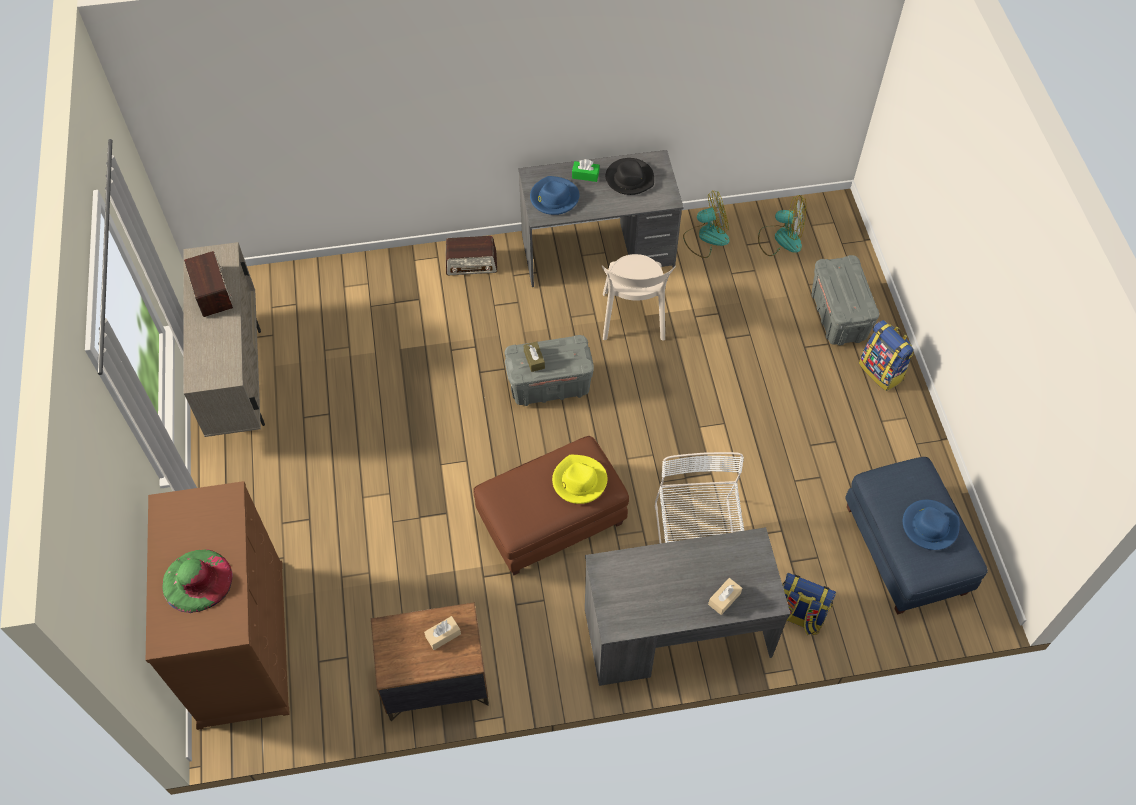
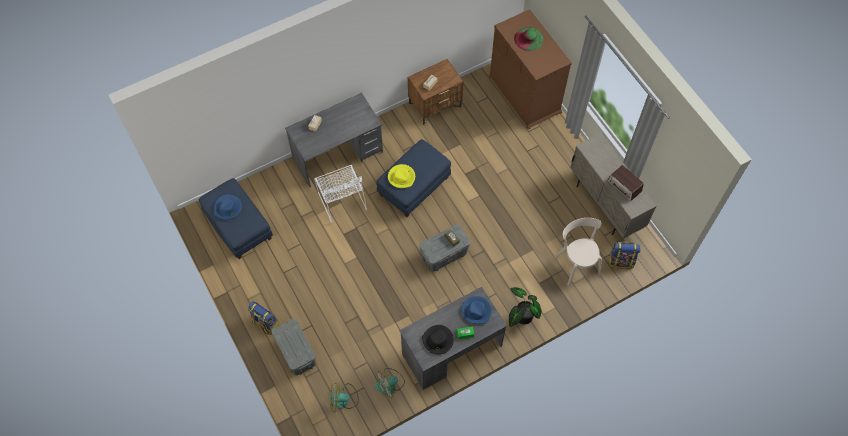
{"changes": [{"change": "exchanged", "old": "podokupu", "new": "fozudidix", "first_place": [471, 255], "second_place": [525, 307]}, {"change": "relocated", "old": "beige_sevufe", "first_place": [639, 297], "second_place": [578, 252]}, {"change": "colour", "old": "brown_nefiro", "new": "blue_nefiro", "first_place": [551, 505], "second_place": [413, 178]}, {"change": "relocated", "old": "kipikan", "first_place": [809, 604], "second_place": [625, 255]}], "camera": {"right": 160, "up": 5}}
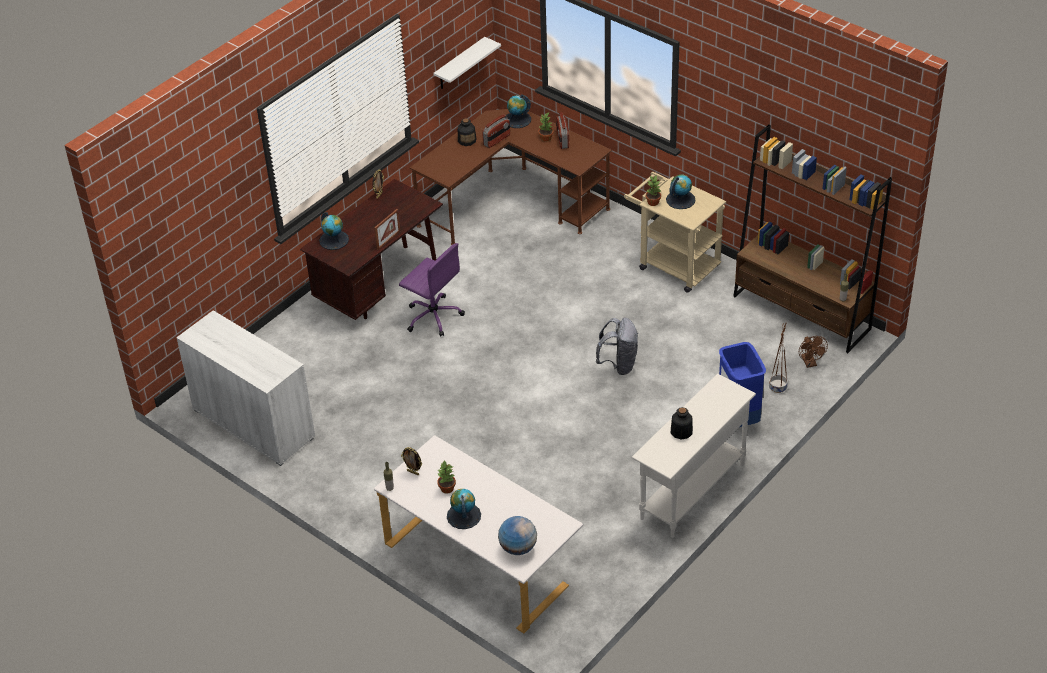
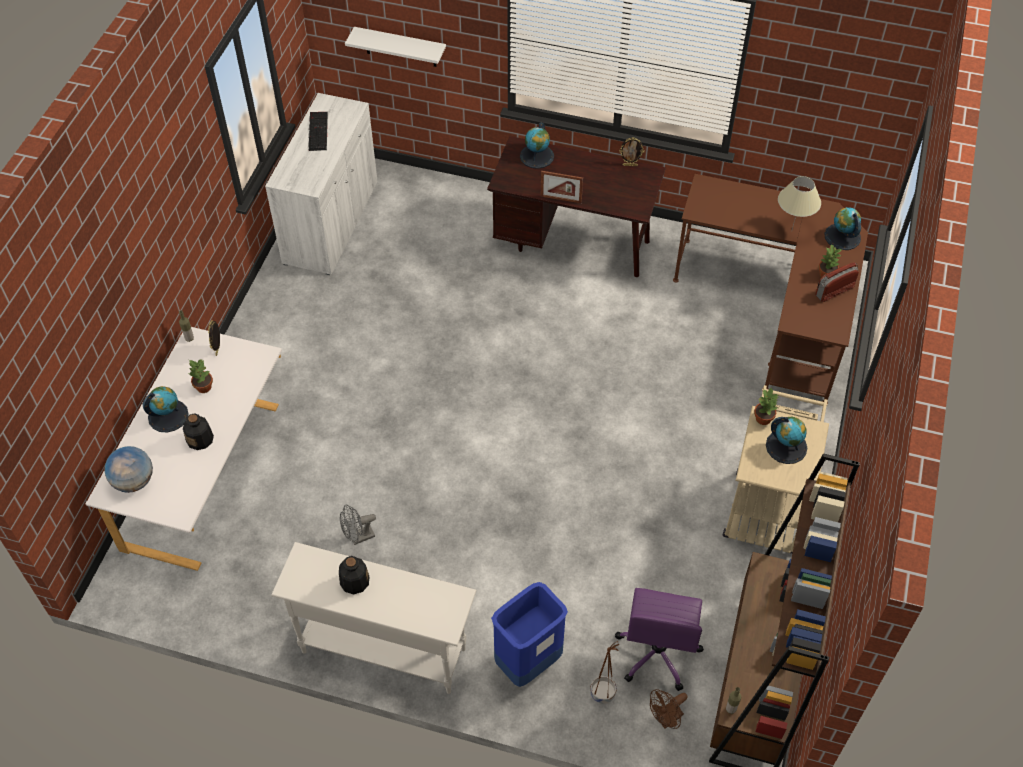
{"changes": [{"change": "relocated", "old": "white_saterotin", "first_place": [467, 63], "second_place": [395, 47]}, {"change": "exchanged", "old": "podokupu", "new": "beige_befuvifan", "first_place": [496, 131], "second_place": [799, 204]}, {"change": "relocated", "old": "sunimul", "first_place": [467, 132], "second_place": [198, 431]}, {"change": "relocated", "old": "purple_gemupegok", "first_place": [432, 290], "second_place": [659, 639]}, {"change": "missing", "old": "grey_kipikan", "first_place": [617, 346]}, {"change": "appeared", "new": "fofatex", "second_place": [318, 131]}, {"change": "appeared", "new": "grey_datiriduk", "second_place": [358, 525]}], "camera": {"right": 65, "up": 10}}
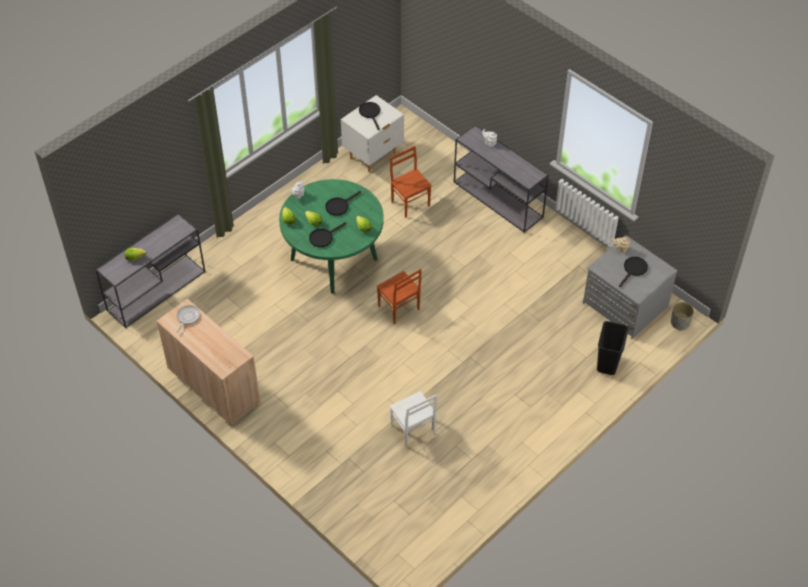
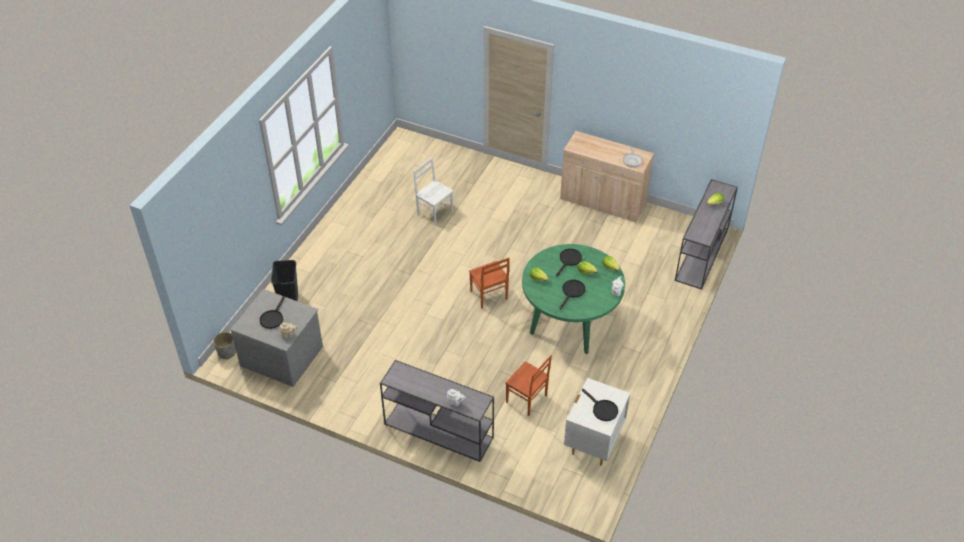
{"changes": [{"change": "spun", "old": "brown_sevufe", "first_place": [399, 296], "second_place": [489, 283], "degrees": -150}], "camera": {"right": 160, "up": -5}}
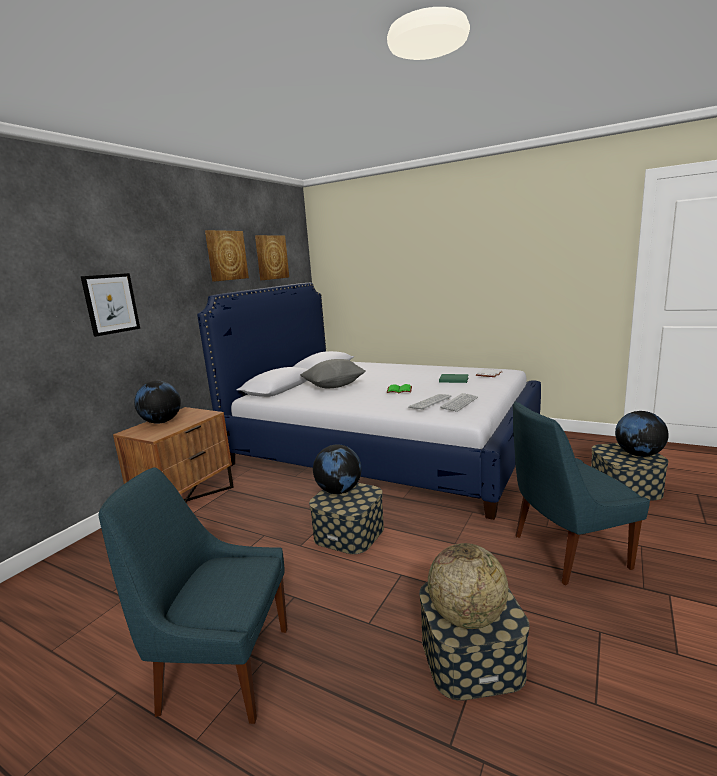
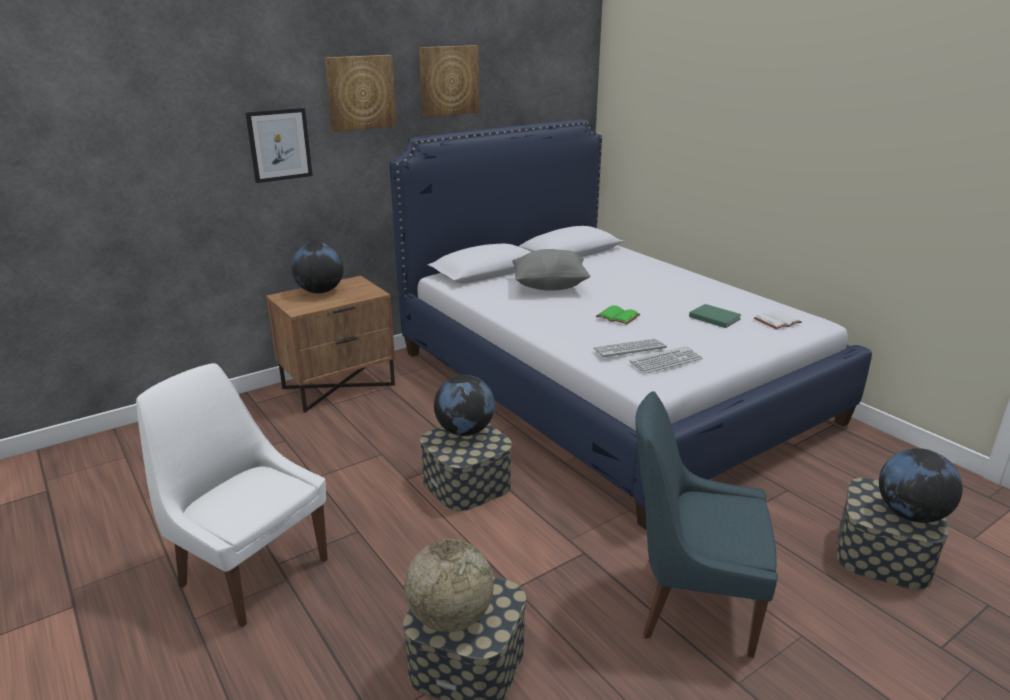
{"changes": [{"change": "relocated", "old": "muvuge", "first_place": [272, 257], "second_place": [361, 93]}, {"change": "colour", "old": "blue_sevufe", "new": "white_sevufe", "first_place": [193, 595], "second_place": [232, 495]}], "camera": {"right": 25, "up": 10}}
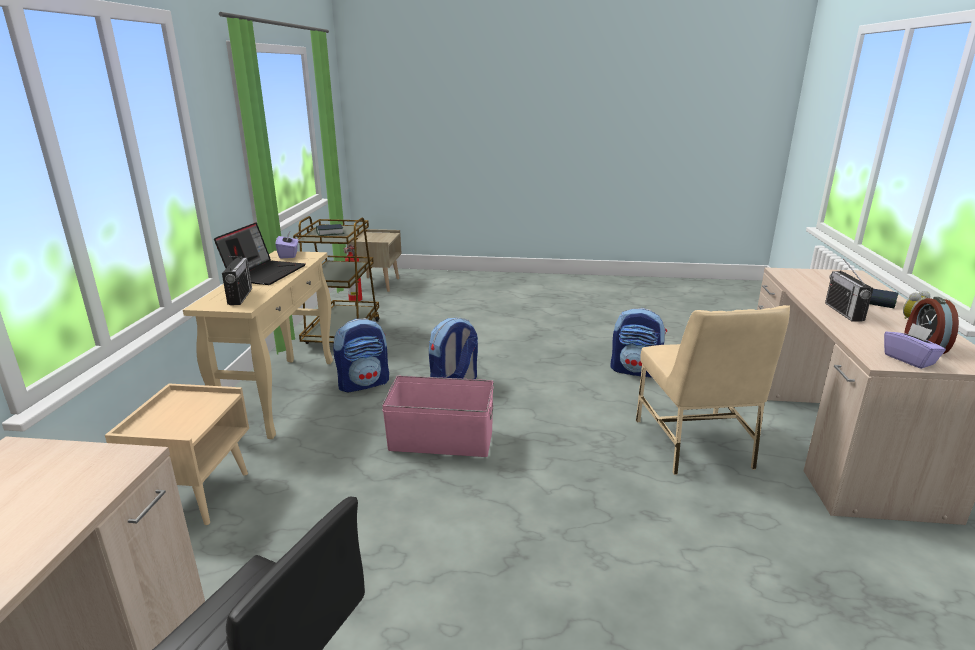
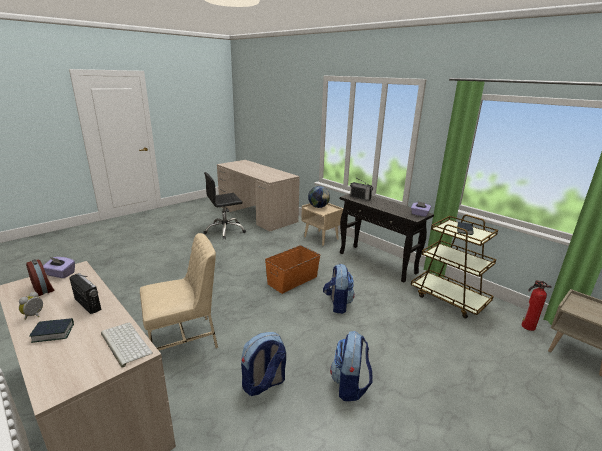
{"changes": [{"change": "missing", "old": "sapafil", "first_place": [259, 253]}, {"change": "colour", "old": "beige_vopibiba", "new": "black_vopibiba", "first_place": [258, 345], "second_place": [387, 238]}, {"change": "spun", "old": "beige_sevufe", "first_place": [713, 390], "second_place": [179, 292], "degrees": 120}, {"change": "relocated", "old": "kipikan", "first_place": [361, 355], "second_place": [351, 366]}, {"change": "colour", "old": "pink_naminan", "new": "orange_naminan", "first_place": [438, 416], "second_place": [292, 269]}, {"change": "appeared", "new": "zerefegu", "second_place": [319, 197]}, {"change": "appeared", "new": "fofatex", "second_place": [127, 345]}], "camera": {"right": 130, "up": 0}}
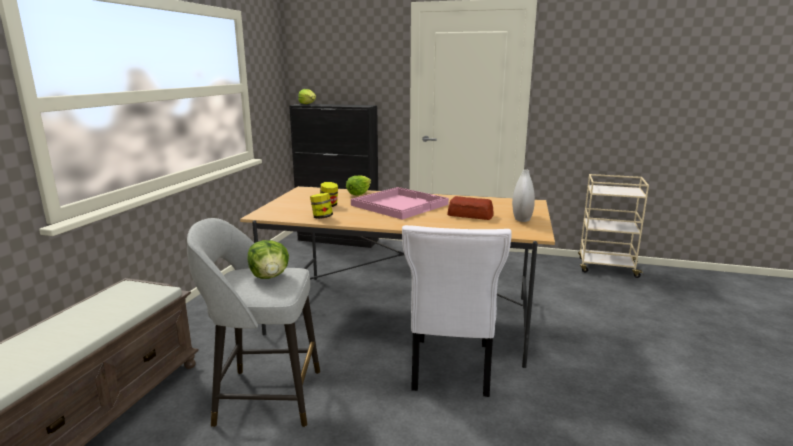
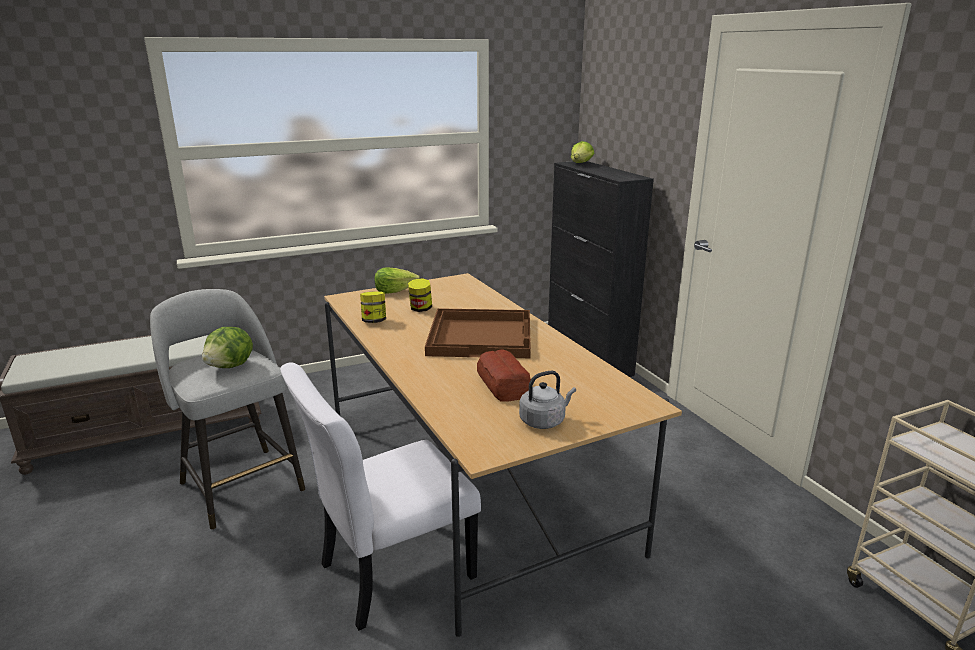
{"changes": [{"change": "exchanged", "old": "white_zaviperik", "new": "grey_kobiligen", "first_place": [523, 195], "second_place": [547, 400]}, {"change": "relocated", "old": "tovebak", "first_place": [358, 185], "second_place": [397, 280]}, {"change": "colour", "old": "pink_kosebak", "new": "brown_kosebak", "first_place": [400, 203], "second_place": [478, 333]}], "camera": {"right": 50, "up": 5}}
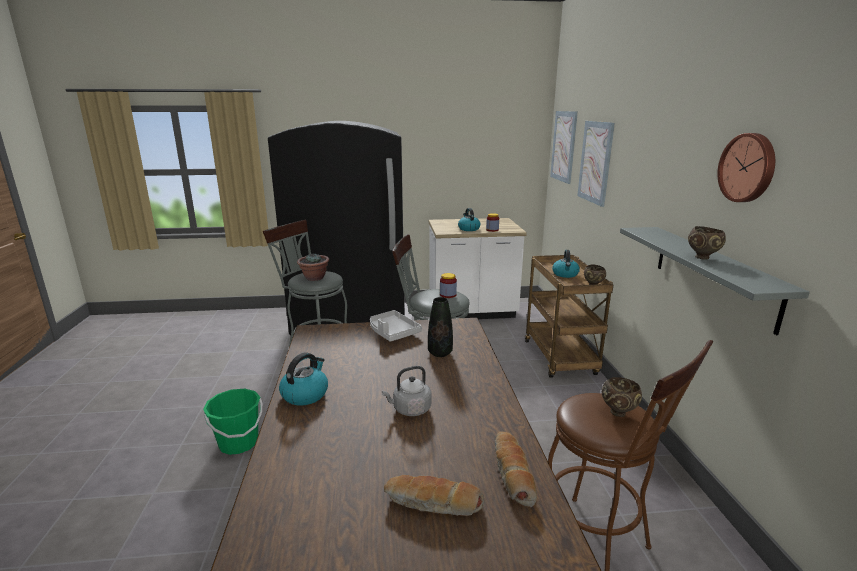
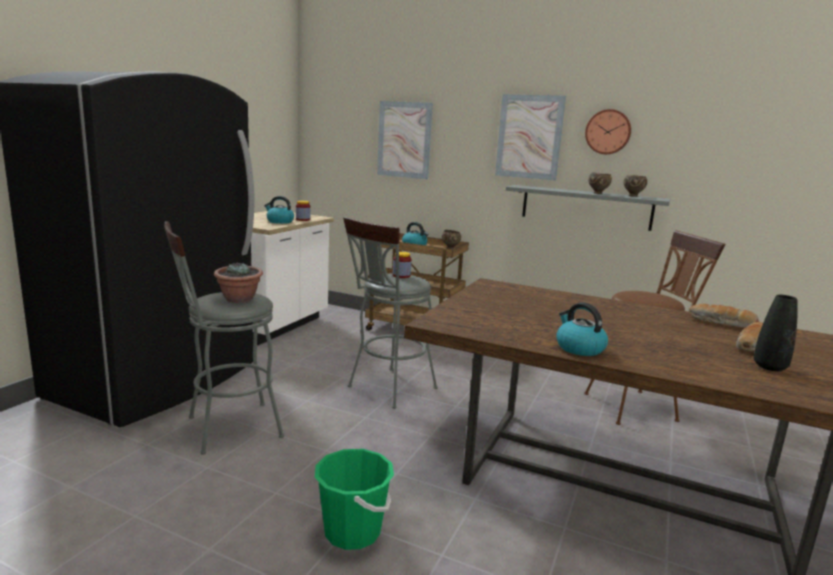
{"changes": [{"change": "relocated", "old": "muvuge", "first_place": [564, 147], "second_place": [530, 137]}, {"change": "relocated", "old": "black_zaviperik", "first_place": [440, 327], "second_place": [775, 333]}, {"change": "missing", "old": "grey_kosebak", "first_place": [396, 326]}, {"change": "missing", "old": "grey_kobiligen", "first_place": [407, 391]}, {"change": "relocated", "old": "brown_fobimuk", "first_place": [622, 397], "second_place": [635, 186]}], "camera": {"right": -60, "up": -5}}
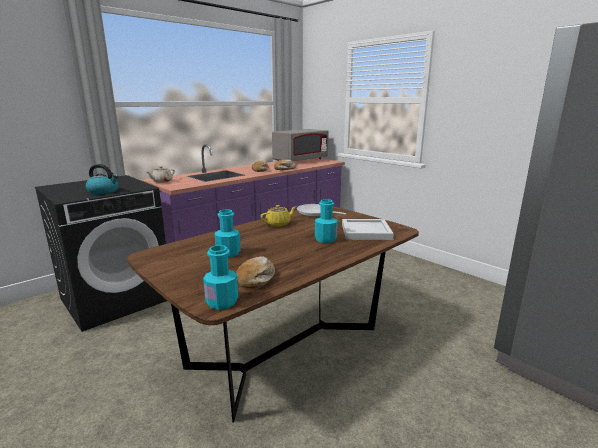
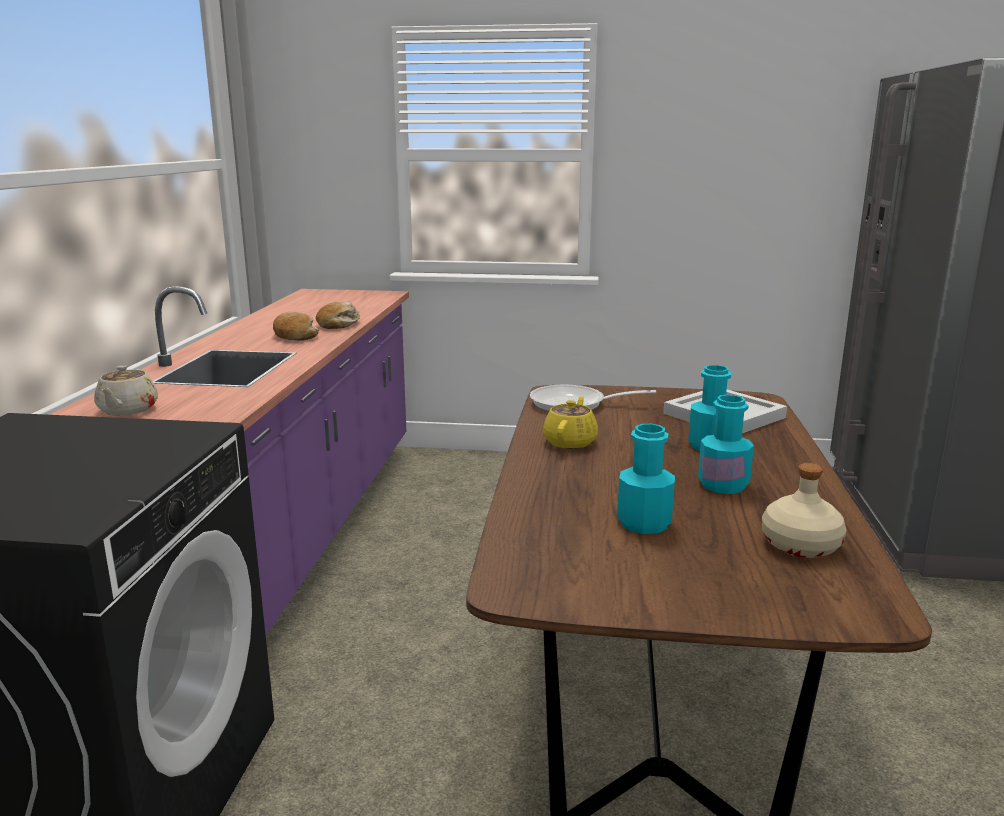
{"changes": [{"change": "missing", "old": "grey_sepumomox", "first_place": [300, 145]}, {"change": "missing", "old": "kobiligen", "first_place": [102, 179]}, {"change": "relocated", "old": "turquoise_sunimul", "first_place": [220, 277], "second_place": [726, 444]}, {"change": "exchanged", "old": "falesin", "new": "beige_sunimul", "first_place": [255, 272], "second_place": [804, 510]}], "camera": {"right": -40, "up": 0}}
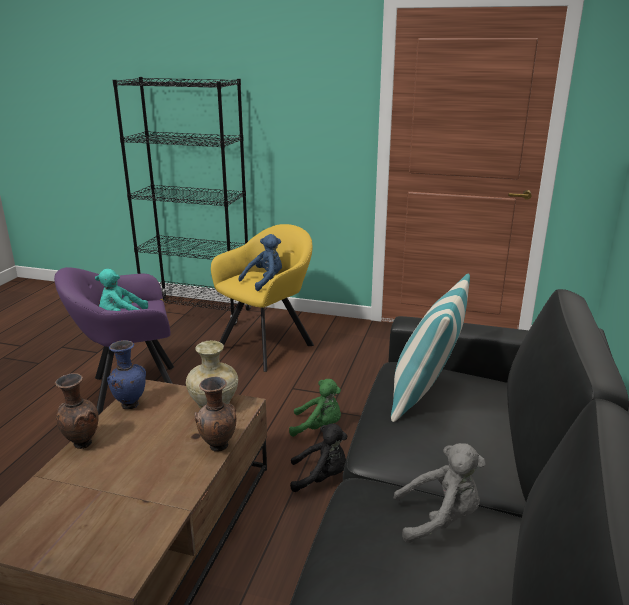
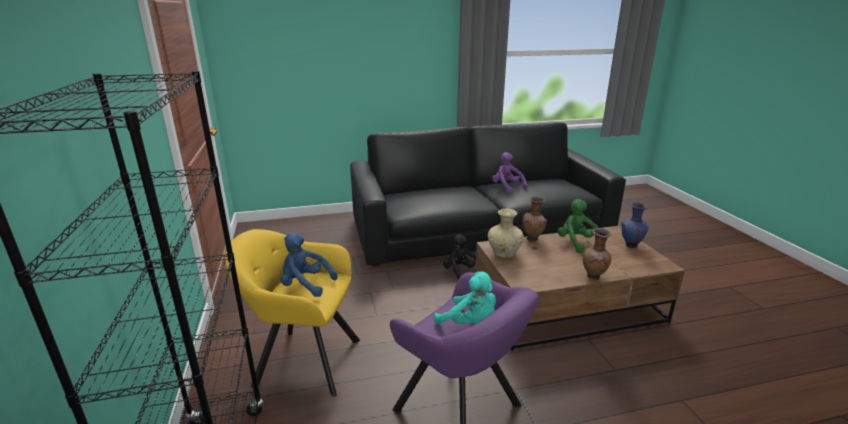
{"changes": [{"change": "missing", "old": "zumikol", "first_place": [430, 348]}, {"change": "relocated", "old": "blue_zaviperik", "first_place": [126, 374], "second_place": [635, 225]}, {"change": "relocated", "old": "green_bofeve", "first_place": [315, 408], "second_place": [578, 226]}, {"change": "colour", "old": "grey_bofeve", "new": "purple_bofeve", "first_place": [439, 493], "second_place": [510, 172]}], "camera": {"right": -120, "up": 0}}
